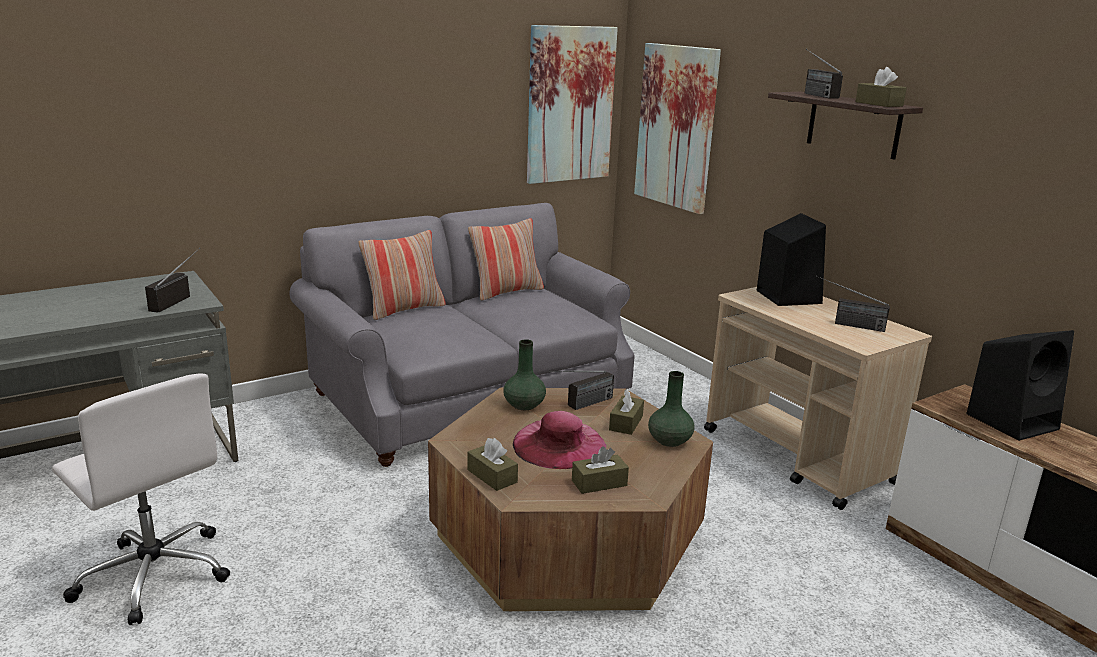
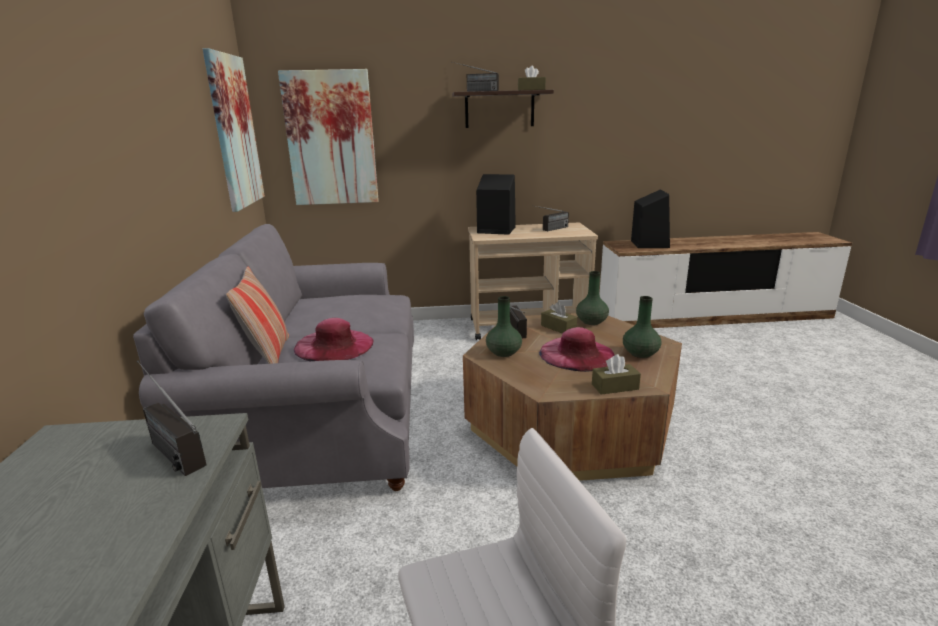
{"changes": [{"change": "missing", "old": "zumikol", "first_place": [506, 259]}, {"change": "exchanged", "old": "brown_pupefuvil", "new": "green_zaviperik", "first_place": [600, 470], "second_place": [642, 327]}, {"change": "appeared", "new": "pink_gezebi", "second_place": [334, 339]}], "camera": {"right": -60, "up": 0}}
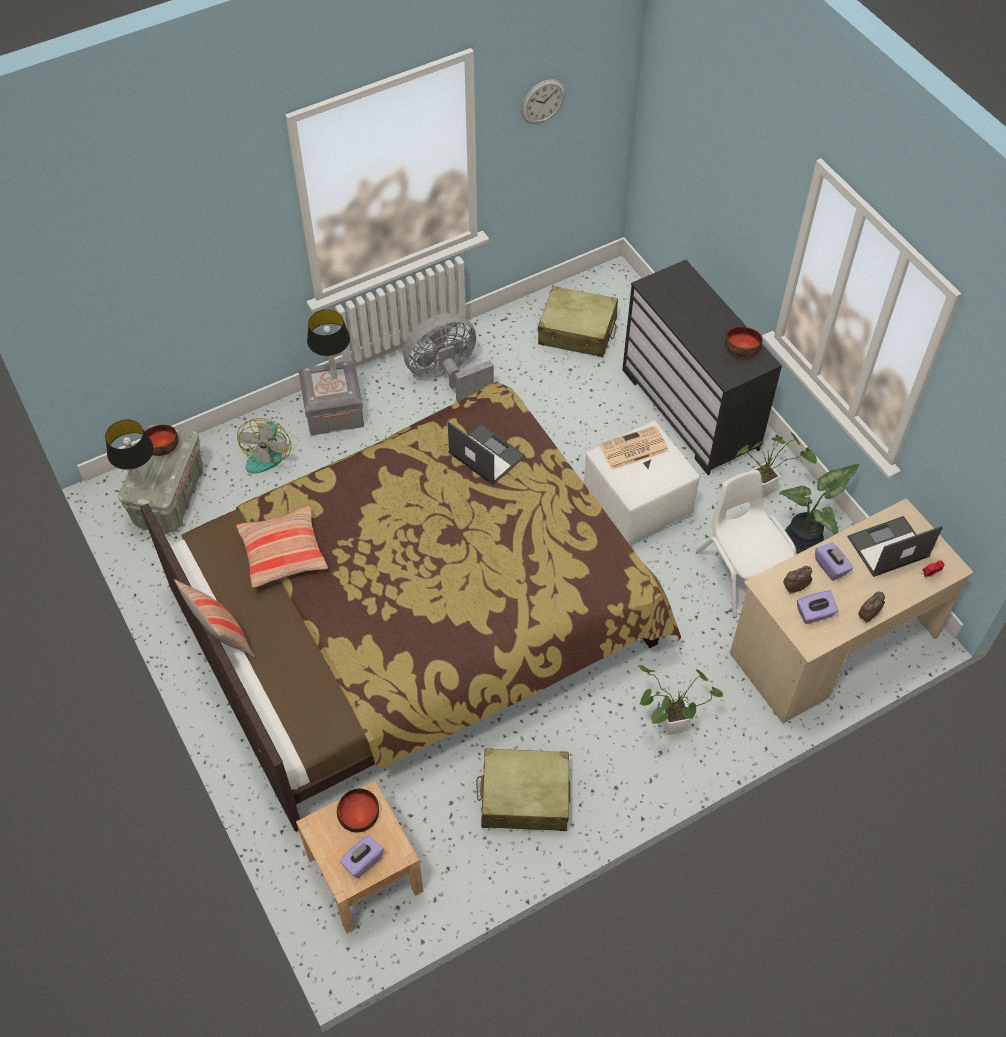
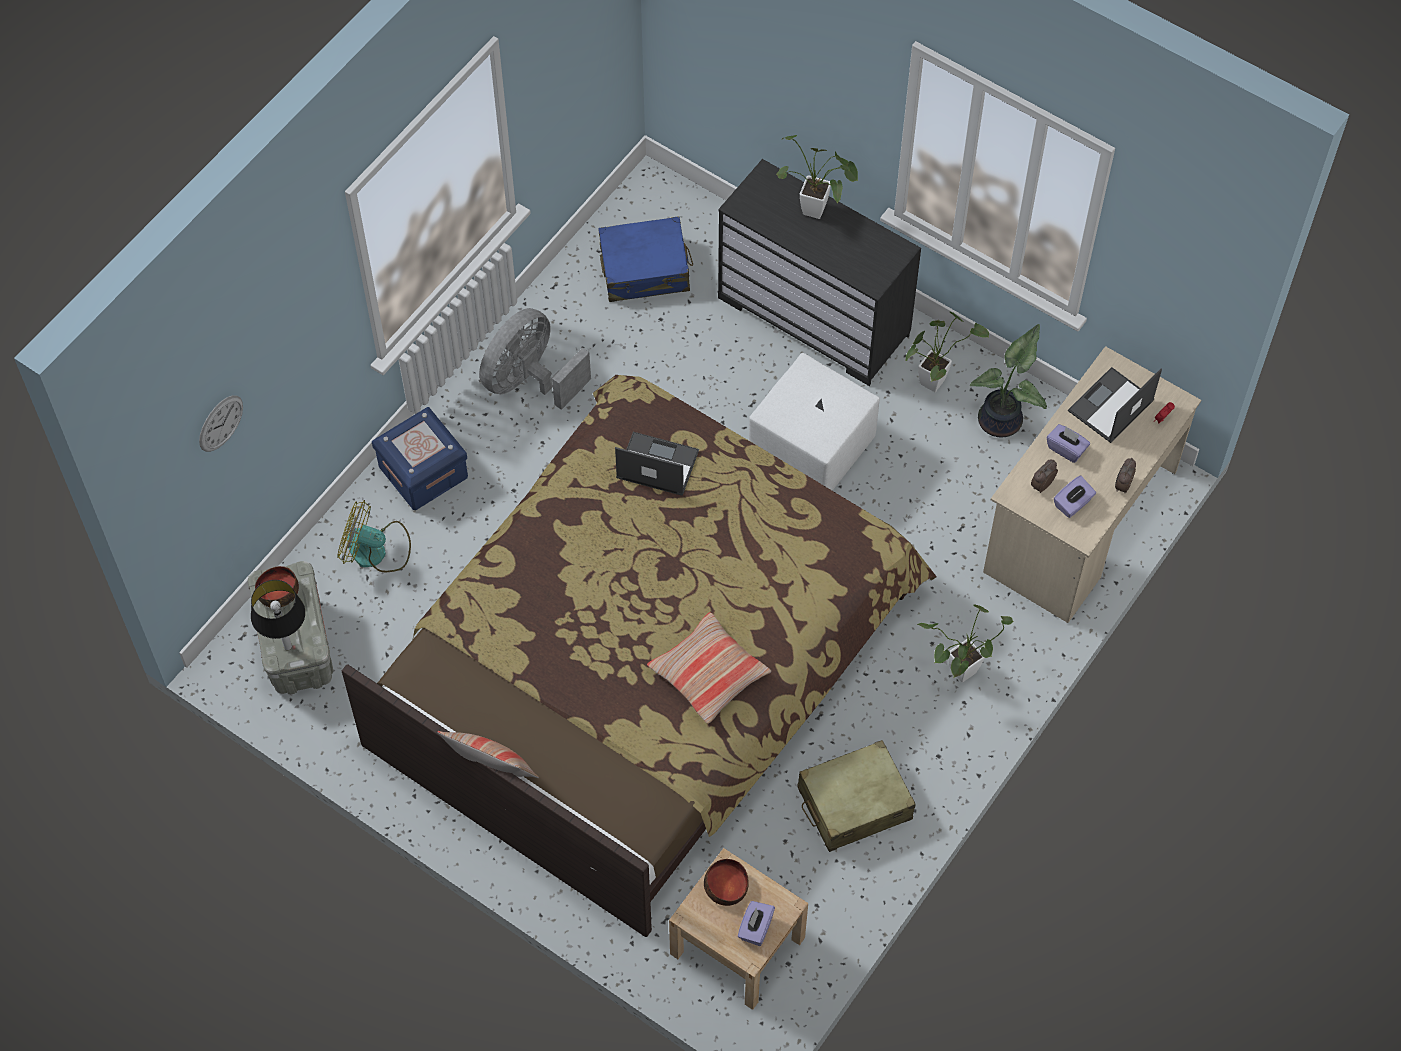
{"changes": [{"change": "relocated", "old": "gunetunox", "first_place": [543, 101], "second_place": [221, 423]}, {"change": "colour", "old": "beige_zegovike", "new": "blue_zegovike", "first_place": [578, 321], "second_place": [645, 259]}, {"change": "missing", "old": "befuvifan", "first_place": [328, 344]}, {"change": "missing", "old": "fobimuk", "first_place": [744, 342]}, {"change": "colour", "old": "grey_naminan", "new": "blue_naminan", "first_place": [331, 397], "second_place": [420, 458]}, {"change": "spun", "old": "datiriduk", "first_place": [264, 446], "second_place": [374, 536], "degrees": 120}, {"change": "missing", "old": "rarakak", "first_place": [634, 448]}, {"change": "missing", "old": "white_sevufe", "first_place": [746, 544]}, {"change": "relocated", "old": "zumikol", "first_place": [282, 547], "second_place": [709, 668]}, {"change": "appeared", "new": "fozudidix", "second_place": [817, 177]}], "camera": {"right": -25, "up": 5}}
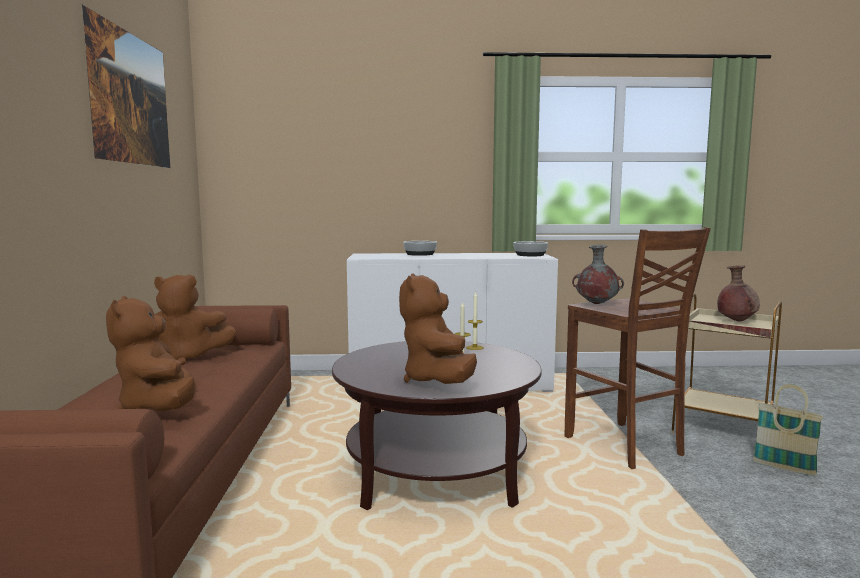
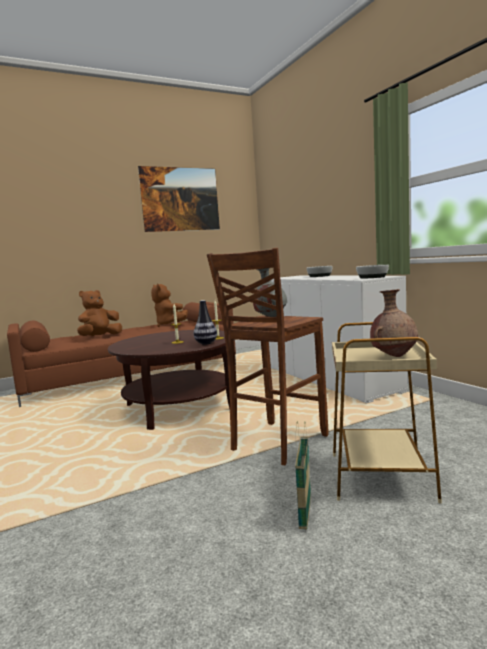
{"changes": [{"change": "missing", "old": "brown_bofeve", "first_place": [438, 328]}, {"change": "appeared", "new": "zaviperik", "second_place": [205, 322]}], "camera": {"right": 65, "up": 0}}
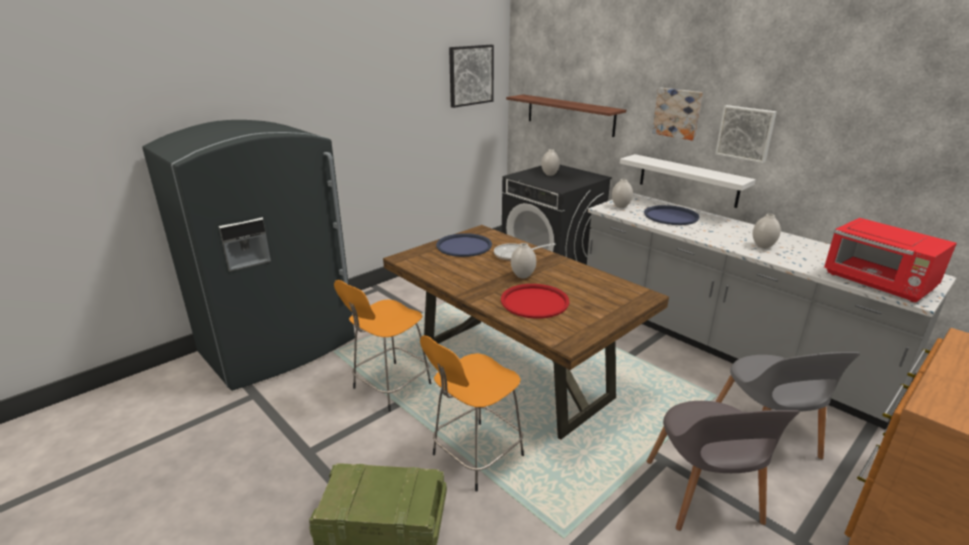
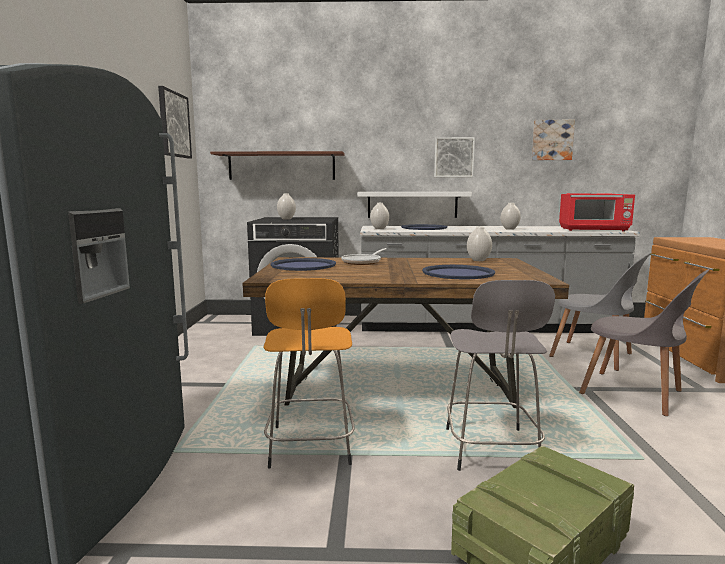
{"changes": [{"change": "relocated", "old": "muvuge", "first_place": [677, 114], "second_place": [553, 140]}, {"change": "relocated", "old": "white_zaviperik", "first_place": [523, 261], "second_place": [479, 243]}, {"change": "colour", "old": "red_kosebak", "new": "blue_kosebak", "first_place": [535, 301], "second_place": [458, 272]}, {"change": "colour", "old": "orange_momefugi", "new": "grey_momefugi", "first_place": [472, 413], "second_place": [500, 375]}], "camera": {"right": -45, "up": -15}}
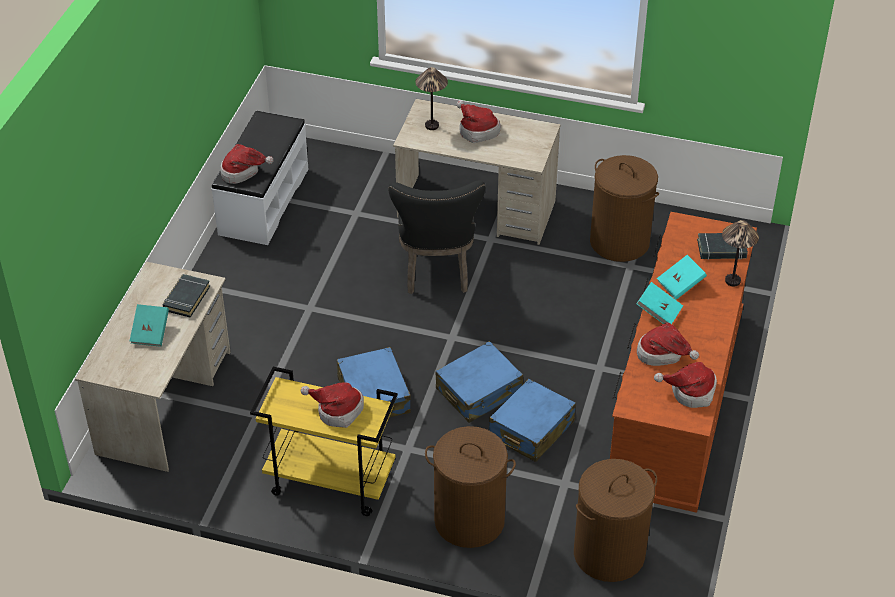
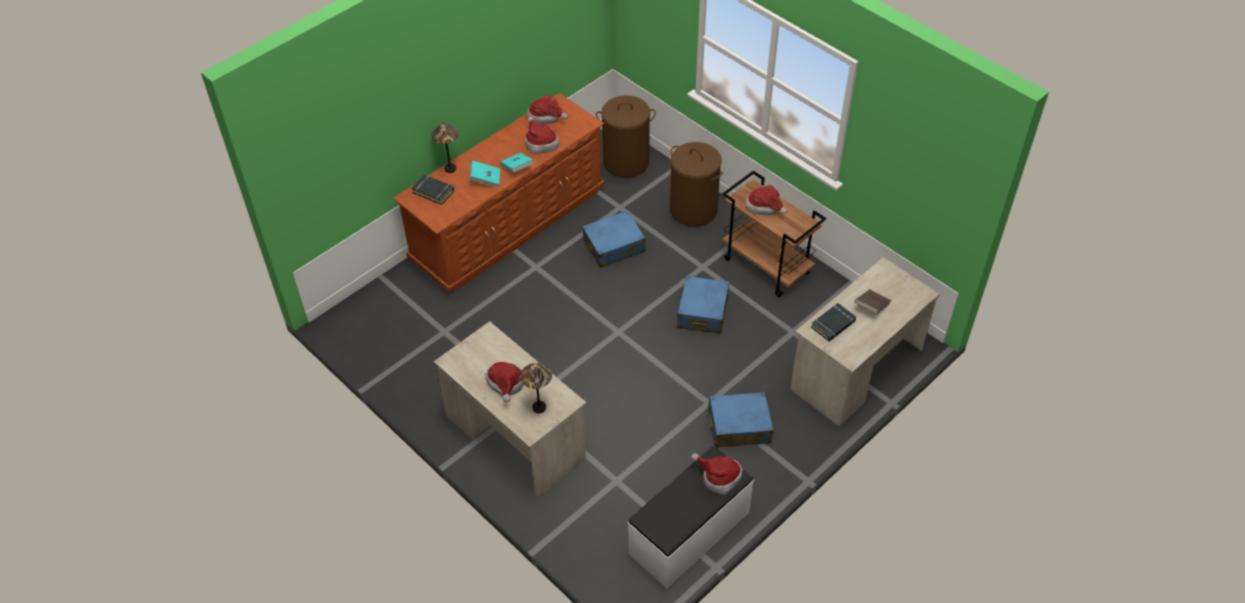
{"changes": [{"change": "missing", "old": "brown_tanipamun", "first_place": [624, 208]}, {"change": "missing", "old": "black_sevufe", "first_place": [436, 237]}, {"change": "colour", "old": "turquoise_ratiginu", "new": "brown_ratiginu", "first_place": [149, 325], "second_place": [873, 301]}, {"change": "relocated", "old": "blue_zegovike", "first_place": [479, 382], "second_place": [740, 420]}, {"change": "colour", "old": "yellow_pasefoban", "new": "brown_pasefoban", "first_place": [324, 441], "second_place": [774, 234]}], "camera": {"right": -150, "up": 5}}
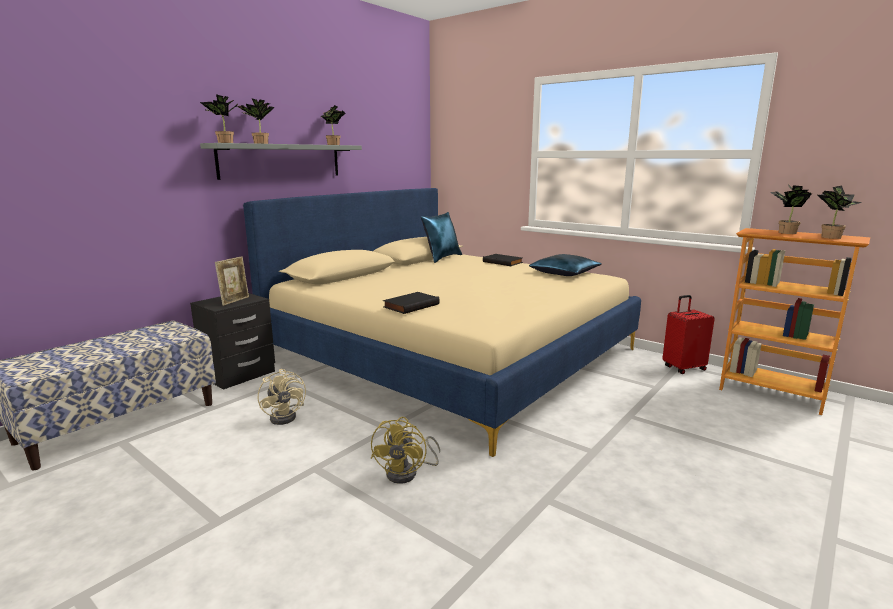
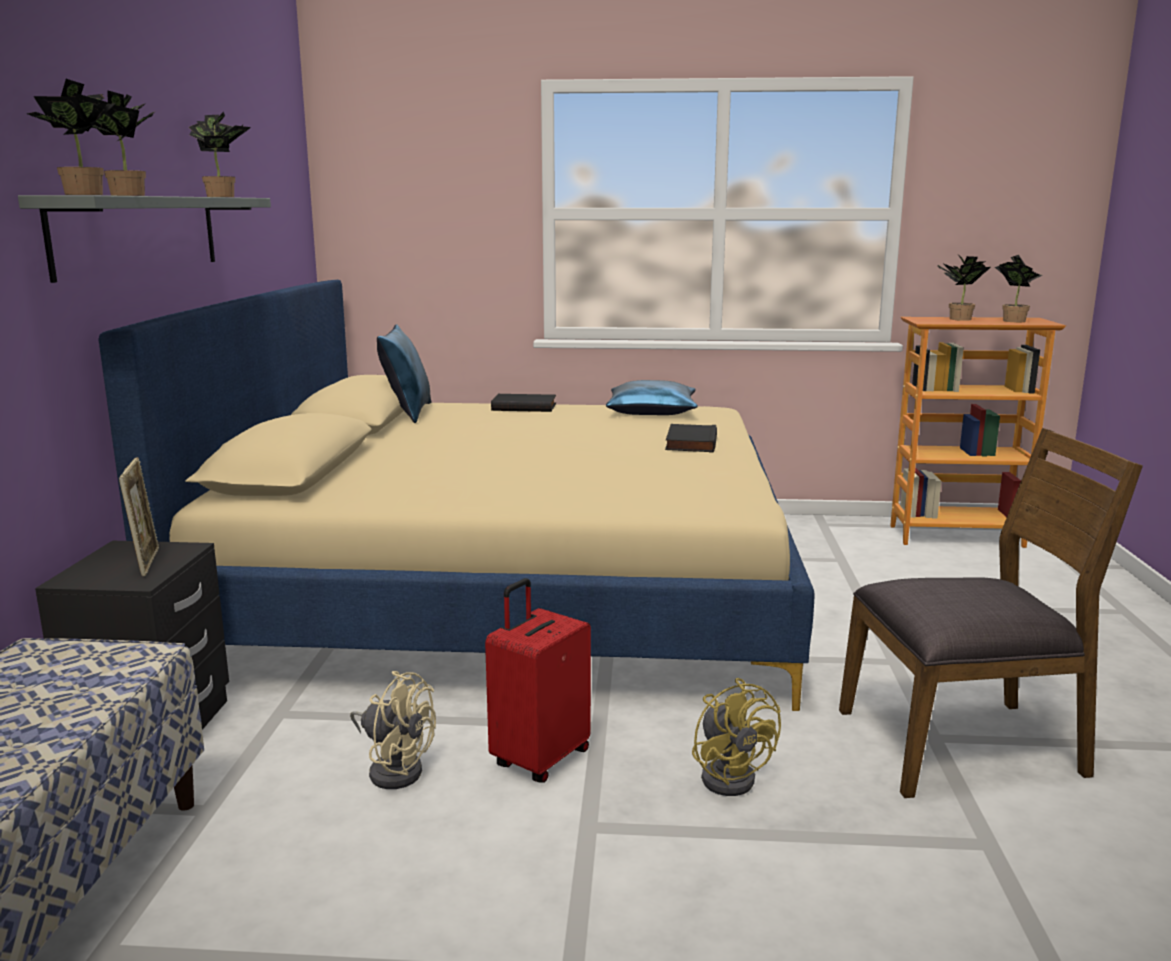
{"changes": [{"change": "relocated", "old": "black_ratiginu", "first_place": [411, 303], "second_place": [691, 438]}, {"change": "relocated", "old": "red_zegovike", "first_place": [688, 334], "second_place": [538, 680]}, {"change": "appeared", "new": "brown_sevufe", "second_place": [991, 613]}], "camera": {"right": -35, "up": 0}}
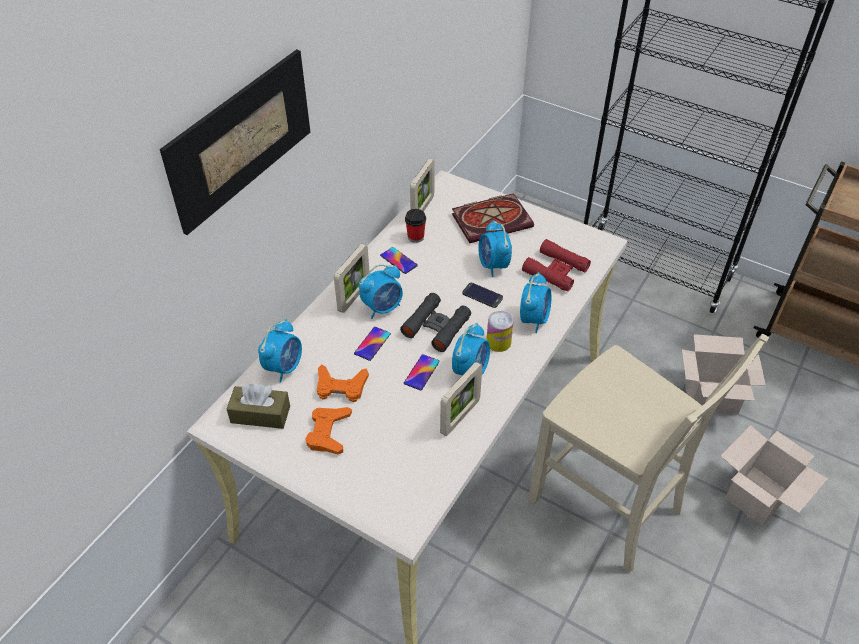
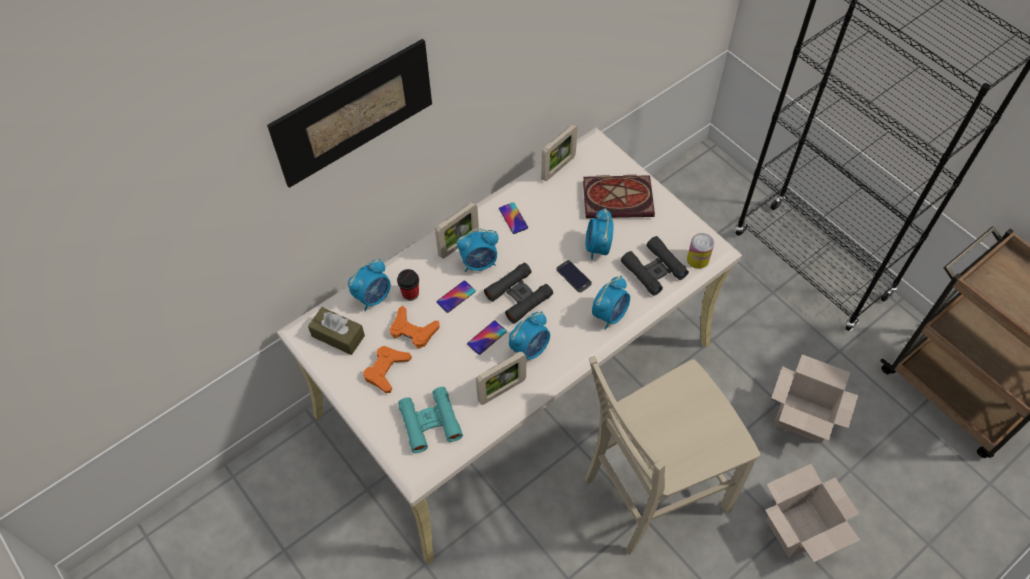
{"changes": [{"change": "relocated", "old": "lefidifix", "first_place": [415, 226], "second_place": [408, 285]}, {"change": "colour", "old": "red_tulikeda", "new": "black_tulikeda", "first_place": [556, 265], "second_place": [655, 266]}, {"change": "relocated", "old": "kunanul", "first_place": [500, 331], "second_place": [700, 251]}, {"change": "spun", "old": "beige_sevufe", "first_place": [648, 453], "second_place": [672, 455], "degrees": 90}, {"change": "appeared", "new": "turquoise_tulikeda", "second_place": [430, 420]}], "camera": {"right": 20, "up": 10}}
